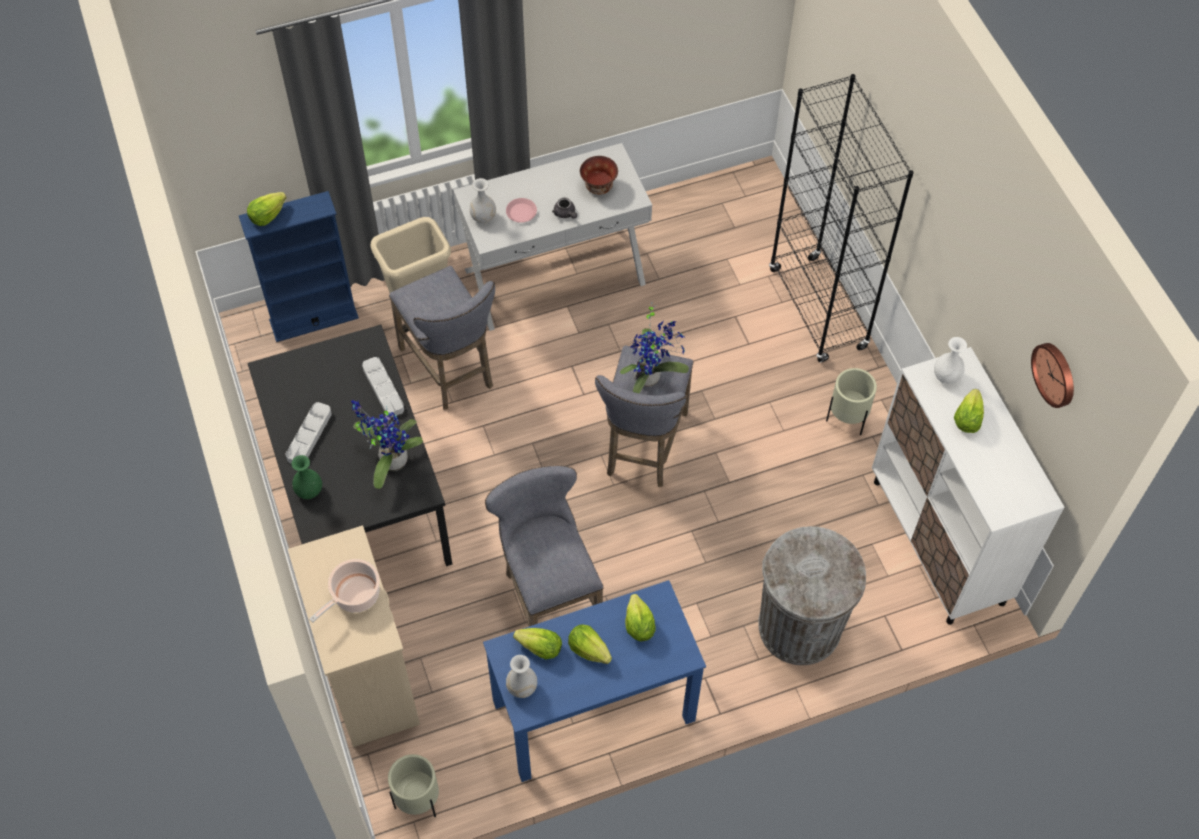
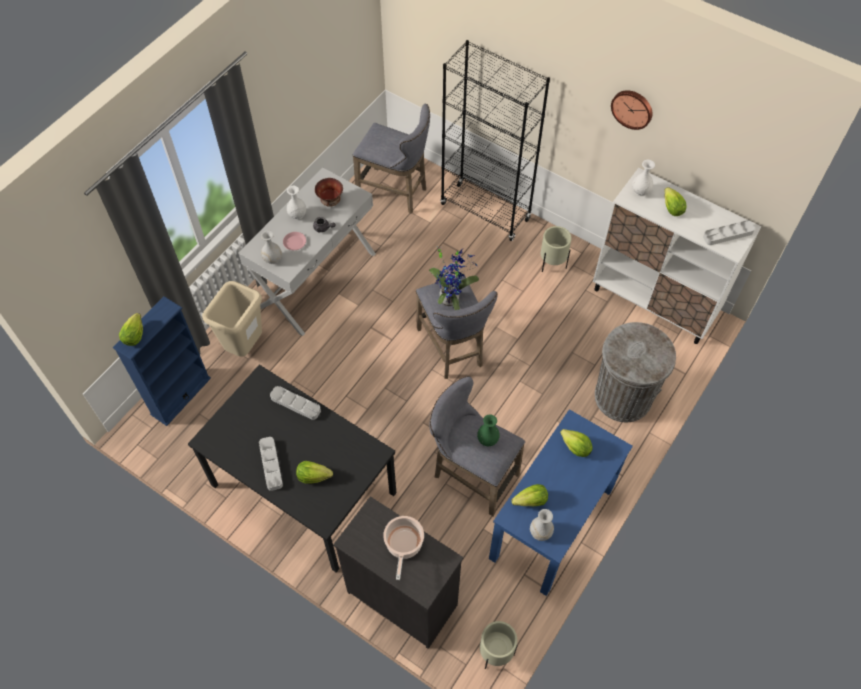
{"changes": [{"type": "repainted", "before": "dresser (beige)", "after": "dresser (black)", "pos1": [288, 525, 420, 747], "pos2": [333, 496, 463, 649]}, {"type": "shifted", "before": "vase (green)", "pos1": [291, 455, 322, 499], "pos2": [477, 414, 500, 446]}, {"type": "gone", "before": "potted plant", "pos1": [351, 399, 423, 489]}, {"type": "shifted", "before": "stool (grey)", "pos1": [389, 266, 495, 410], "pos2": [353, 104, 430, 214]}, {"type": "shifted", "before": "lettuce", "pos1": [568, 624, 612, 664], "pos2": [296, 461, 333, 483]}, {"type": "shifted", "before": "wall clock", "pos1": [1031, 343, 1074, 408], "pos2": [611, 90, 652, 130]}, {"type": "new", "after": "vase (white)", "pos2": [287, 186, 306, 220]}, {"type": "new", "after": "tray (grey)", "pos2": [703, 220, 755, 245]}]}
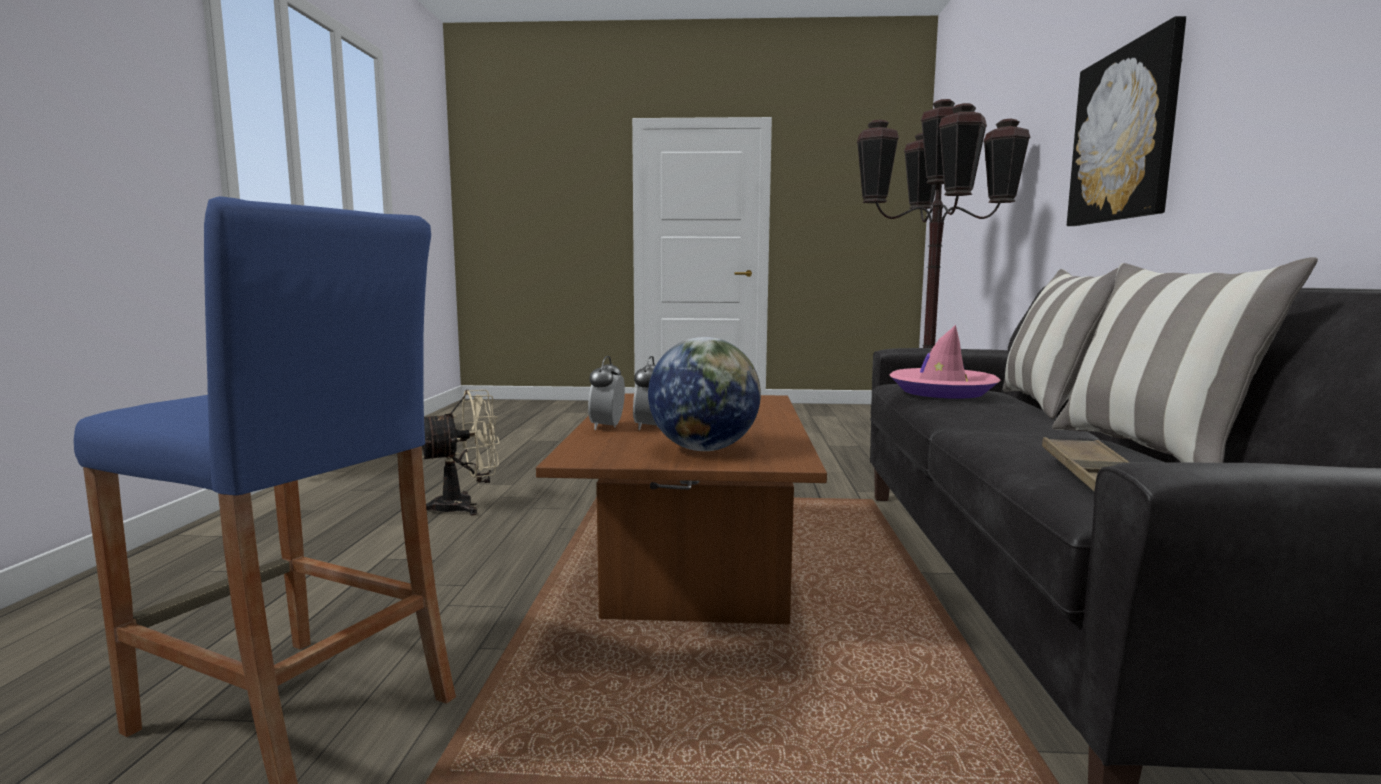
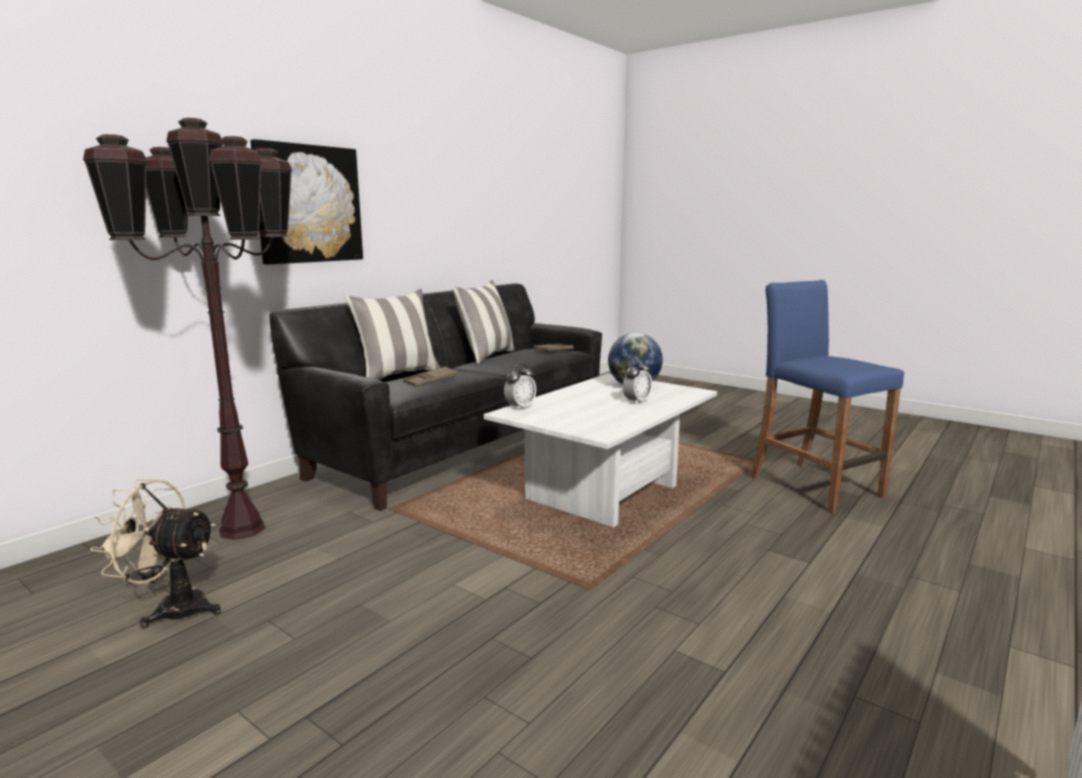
{"changes": [{"type": "shifted", "before": "fan (beige)", "pos1": [422, 390, 500, 515], "pos2": [90, 479, 221, 628]}, {"type": "repainted", "before": "coffee table (brown)", "after": "coffee table (white)", "pos1": [536, 393, 827, 624], "pos2": [484, 373, 717, 527]}, {"type": "shifted", "before": "alarm clock", "pos1": [588, 356, 625, 430], "pos2": [504, 364, 536, 411]}, {"type": "swapped", "before": "hat (pink)", "after": "tray (brown)", "pos1": [889, 325, 1001, 399], "pos2": [403, 367, 458, 386]}]}
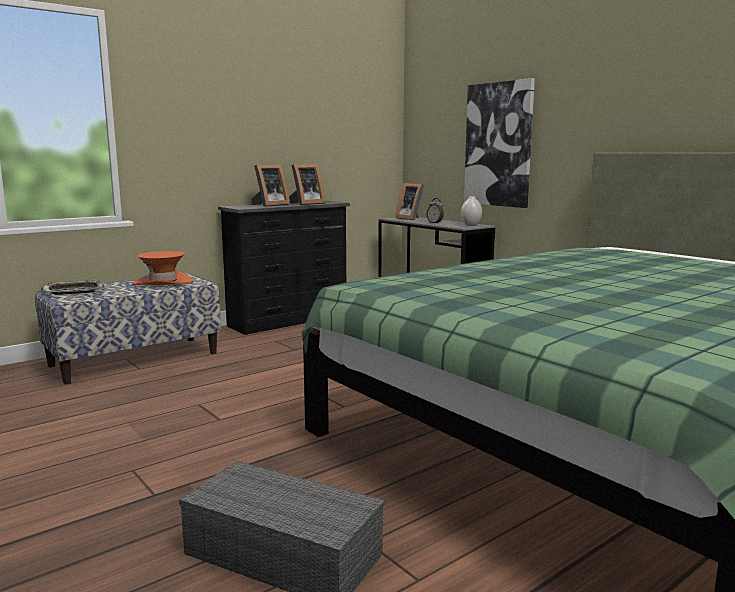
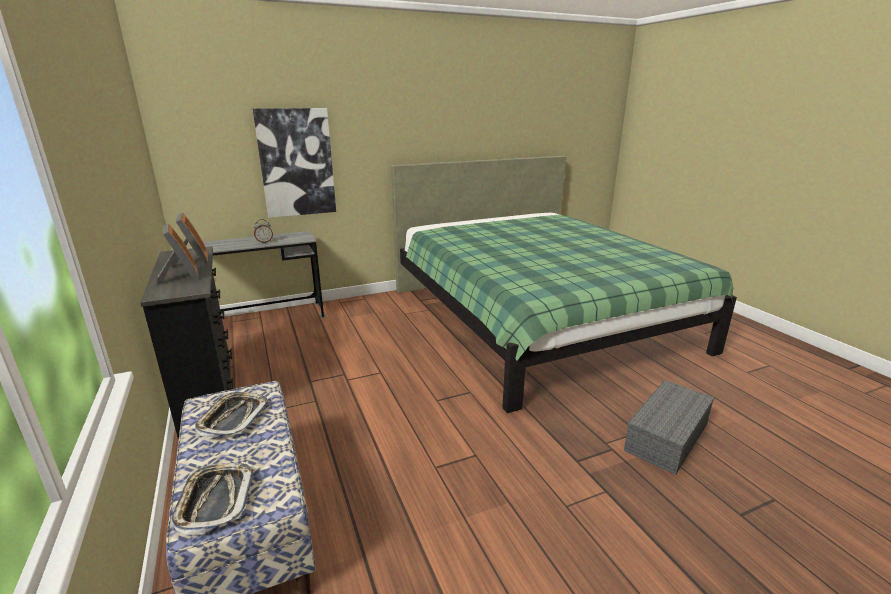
{"changes": [{"type": "swapped", "before": "hat (orange)", "after": "tray", "pos1": [132, 251, 193, 285], "pos2": [195, 392, 268, 438]}, {"type": "gone", "before": "picture frame", "pos1": [395, 183, 424, 220]}, {"type": "gone", "before": "vase (white)", "pos1": [461, 197, 482, 226]}]}
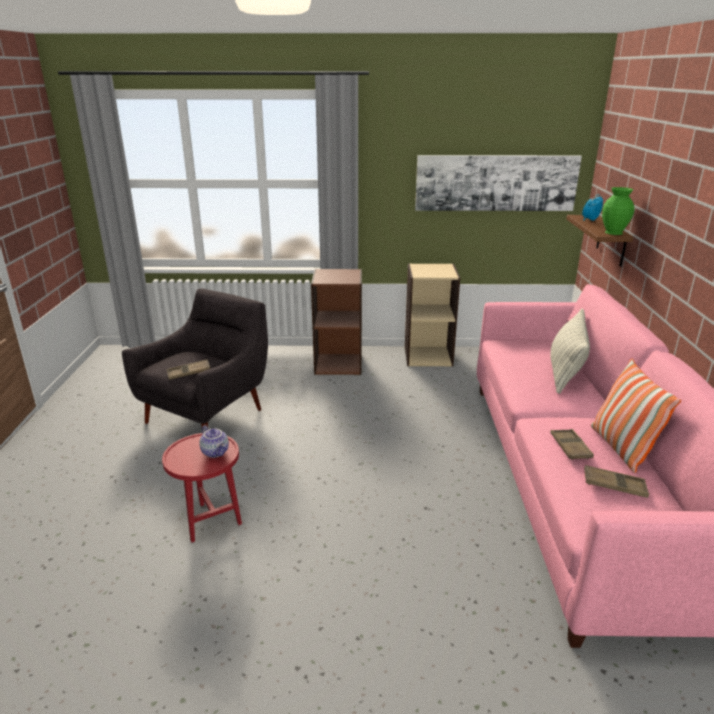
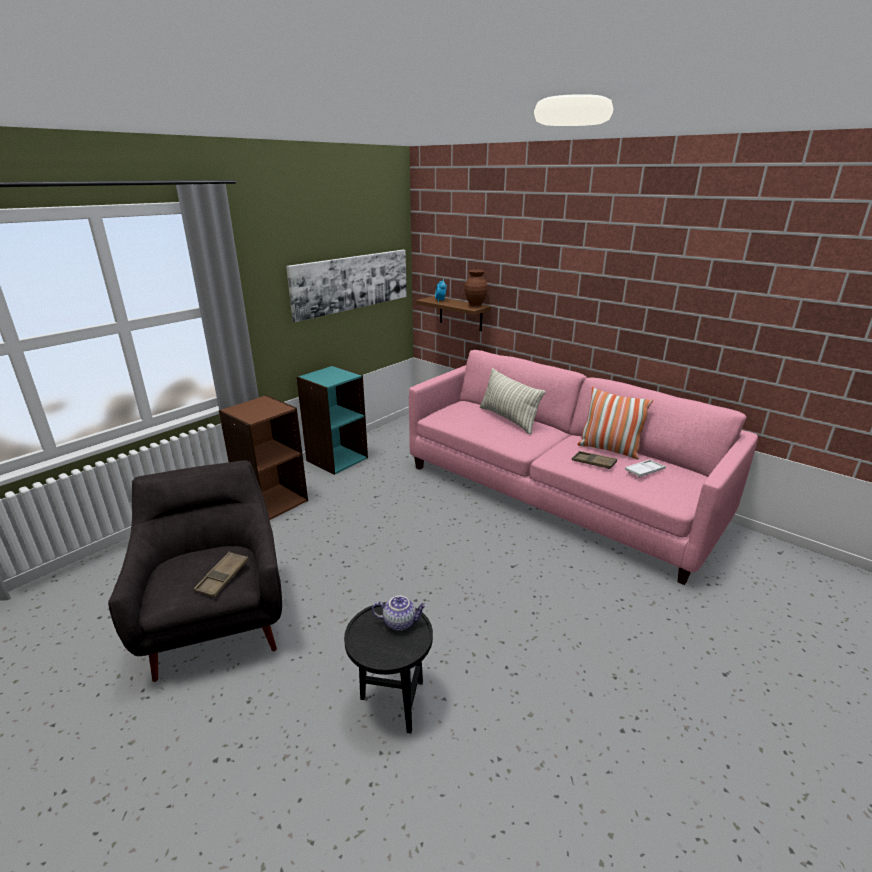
{"changes": [{"type": "repainted", "before": "side table (red)", "after": "side table (black)", "pos1": [162, 433, 242, 543], "pos2": [344, 602, 433, 733]}, {"type": "repainted", "before": "bookcase (beige)", "after": "bookcase (turquoise)", "pos1": [405, 263, 460, 367], "pos2": [296, 365, 368, 475]}, {"type": "repainted", "before": "tray (brown)", "after": "tray (white)", "pos1": [584, 465, 649, 498], "pos2": [625, 459, 666, 477]}, {"type": "repainted", "before": "vase (green)", "after": "vase (brown)", "pos1": [602, 187, 635, 235], "pos2": [464, 270, 488, 308]}]}
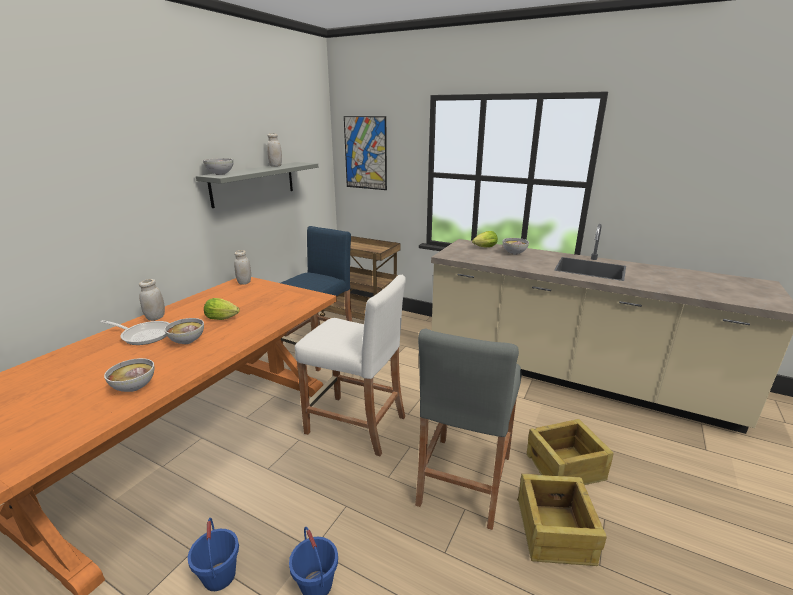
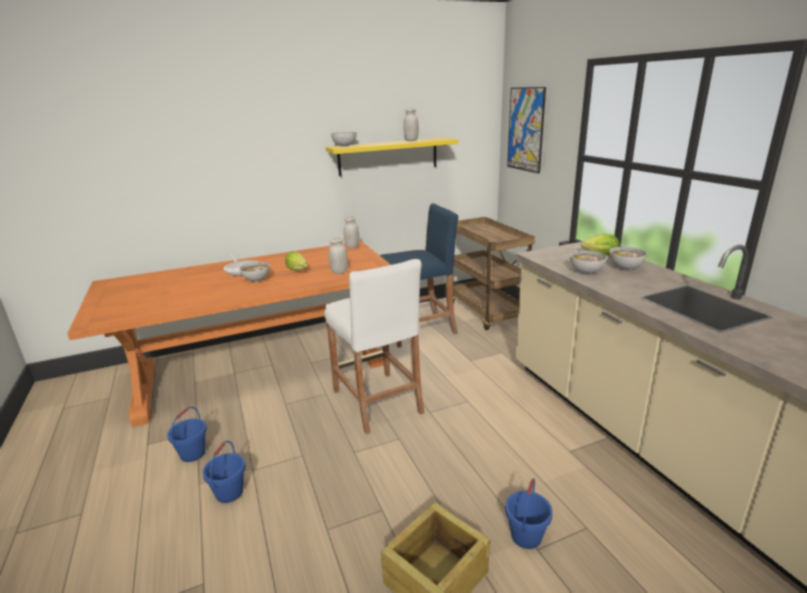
{"changes": [{"type": "shifted", "before": "bowl", "pos1": [104, 358, 154, 392], "pos2": [570, 250, 607, 274]}, {"type": "shifted", "before": "jar (white)", "pos1": [139, 279, 165, 321], "pos2": [329, 237, 348, 274]}, {"type": "repainted", "before": "shelf (grey)", "after": "shelf (yellow)", "pos1": [196, 162, 318, 208], "pos2": [326, 137, 458, 176]}, {"type": "gone", "before": "stool (grey)", "pos1": [415, 328, 521, 530]}, {"type": "swapped", "before": "crate", "after": "bucket (blue)", "pos1": [527, 419, 614, 485], "pos2": [505, 478, 553, 549]}]}
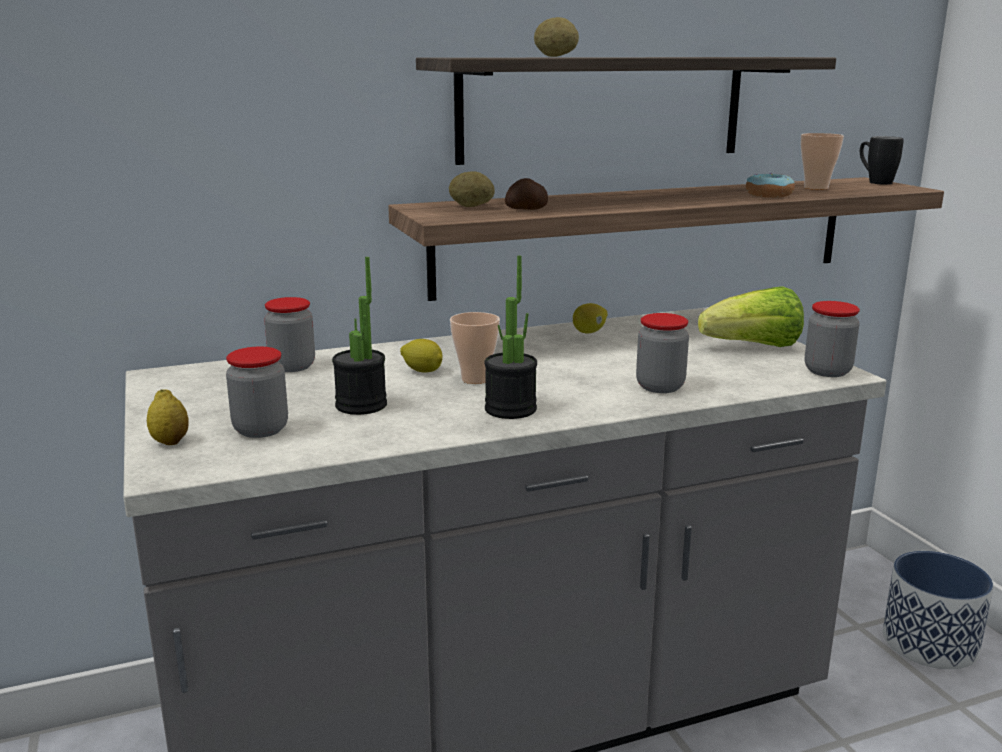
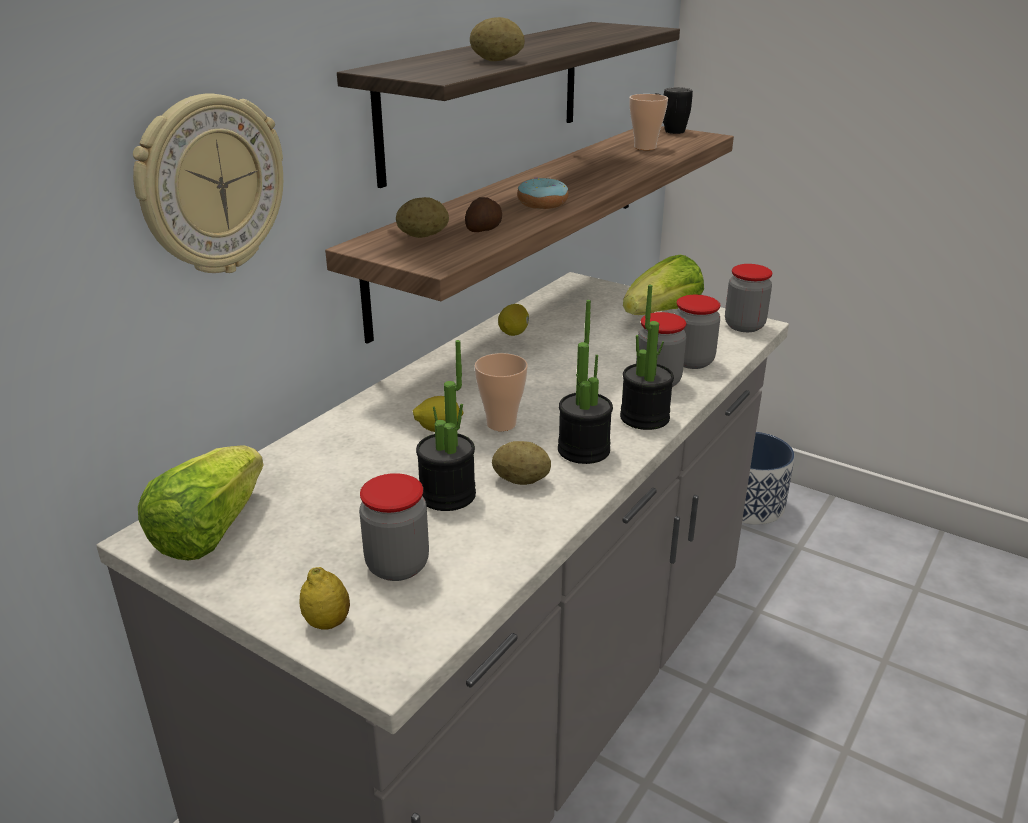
{"changes": [{"type": "shifted", "before": "jar", "pos1": [264, 297, 315, 372], "pos2": [674, 295, 720, 369]}, {"type": "shifted", "before": "donut", "pos1": [746, 173, 795, 198], "pos2": [517, 178, 568, 209]}, {"type": "new", "after": "wall clock", "pos2": [133, 94, 283, 273]}, {"type": "new", "after": "lettuce", "pos2": [138, 445, 264, 560]}, {"type": "new", "after": "potato", "pos2": [492, 441, 551, 485]}, {"type": "new", "after": "potted plant", "pos2": [620, 285, 674, 430]}]}
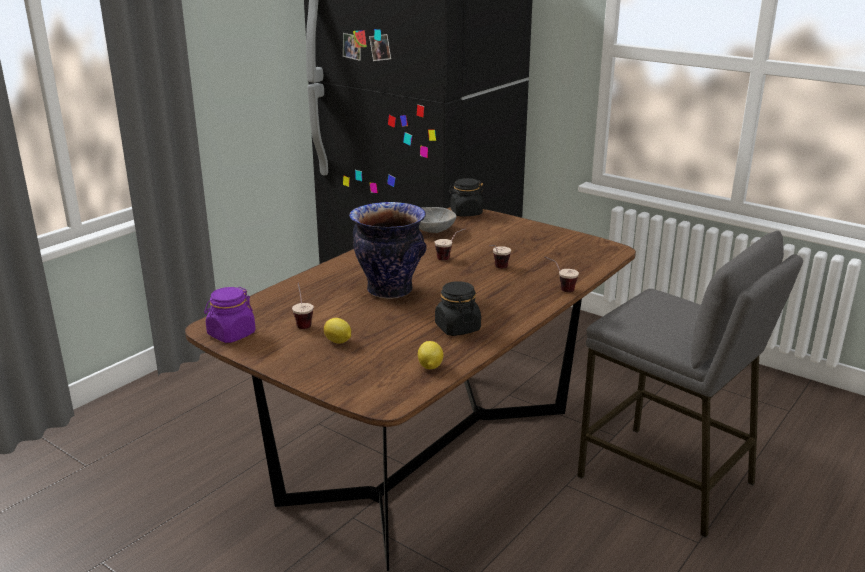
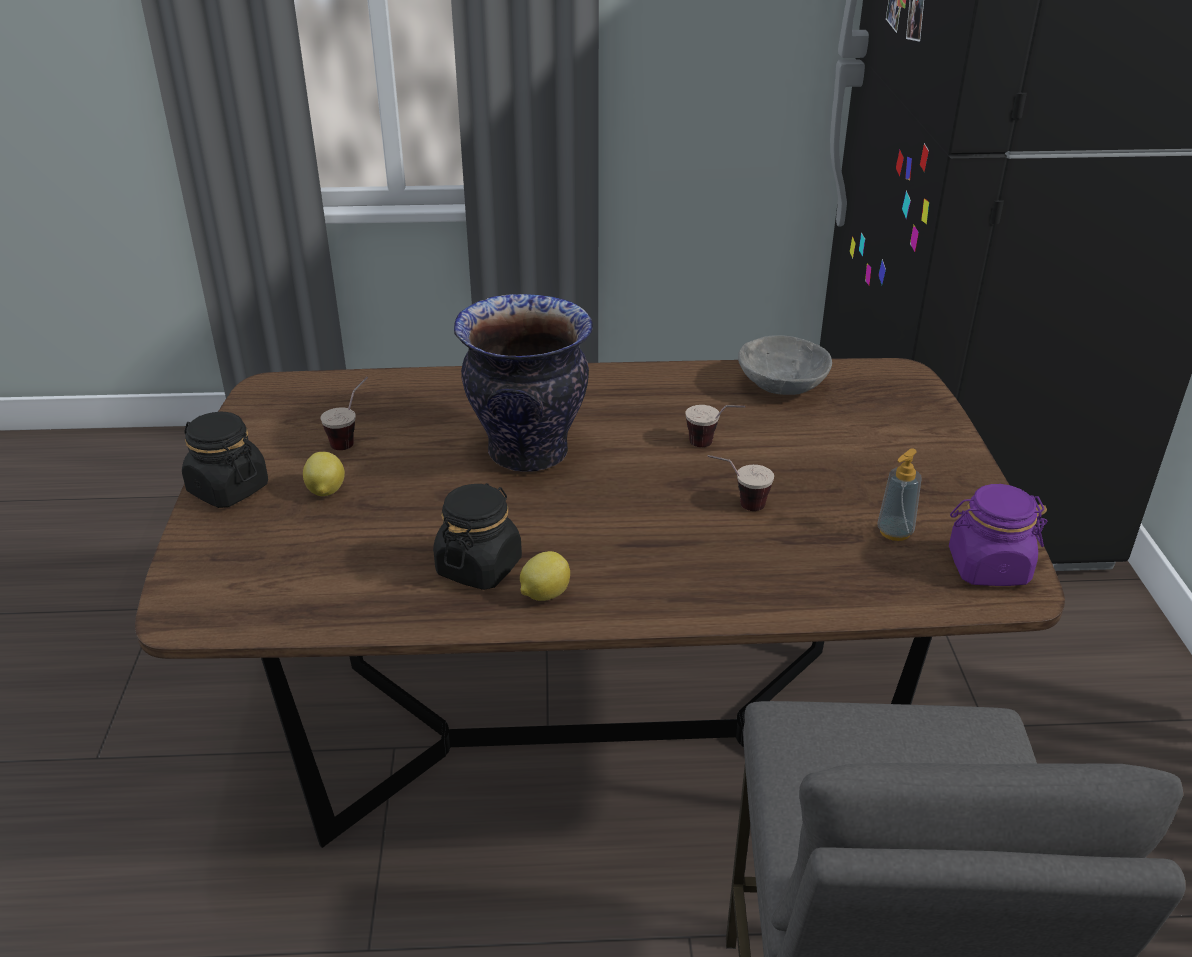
{"changes": [{"type": "shifted", "before": "jar (purple)", "pos1": [204, 287, 256, 343], "pos2": [949, 484, 1047, 586]}, {"type": "shifted", "before": "lemon", "pos1": [418, 341, 443, 369], "pos2": [520, 551, 570, 601]}, {"type": "shifted", "before": "jar (black)", "pos1": [448, 178, 485, 216], "pos2": [182, 412, 268, 508]}, {"type": "gone", "before": "cup", "pos1": [544, 256, 579, 292]}, {"type": "new", "after": "soap dispenser", "pos2": [878, 449, 921, 541]}]}
